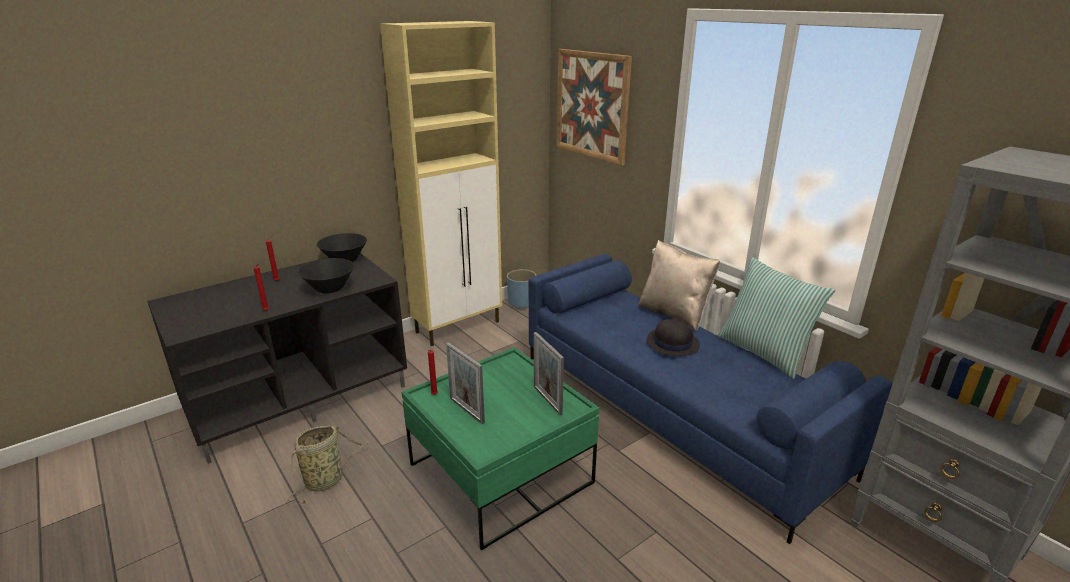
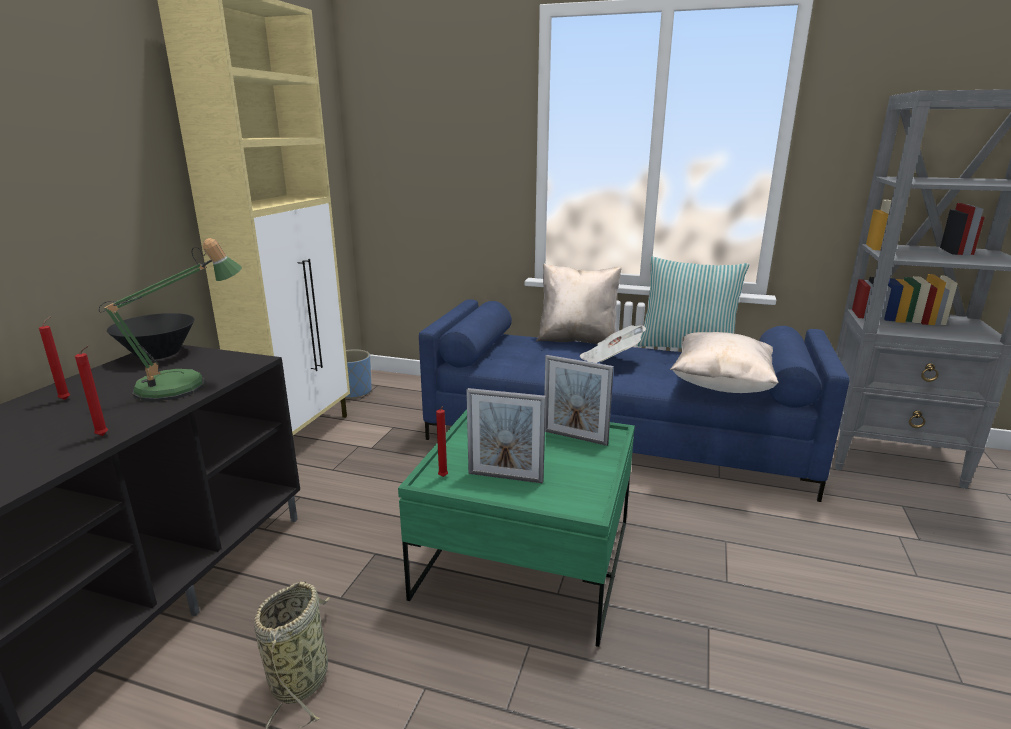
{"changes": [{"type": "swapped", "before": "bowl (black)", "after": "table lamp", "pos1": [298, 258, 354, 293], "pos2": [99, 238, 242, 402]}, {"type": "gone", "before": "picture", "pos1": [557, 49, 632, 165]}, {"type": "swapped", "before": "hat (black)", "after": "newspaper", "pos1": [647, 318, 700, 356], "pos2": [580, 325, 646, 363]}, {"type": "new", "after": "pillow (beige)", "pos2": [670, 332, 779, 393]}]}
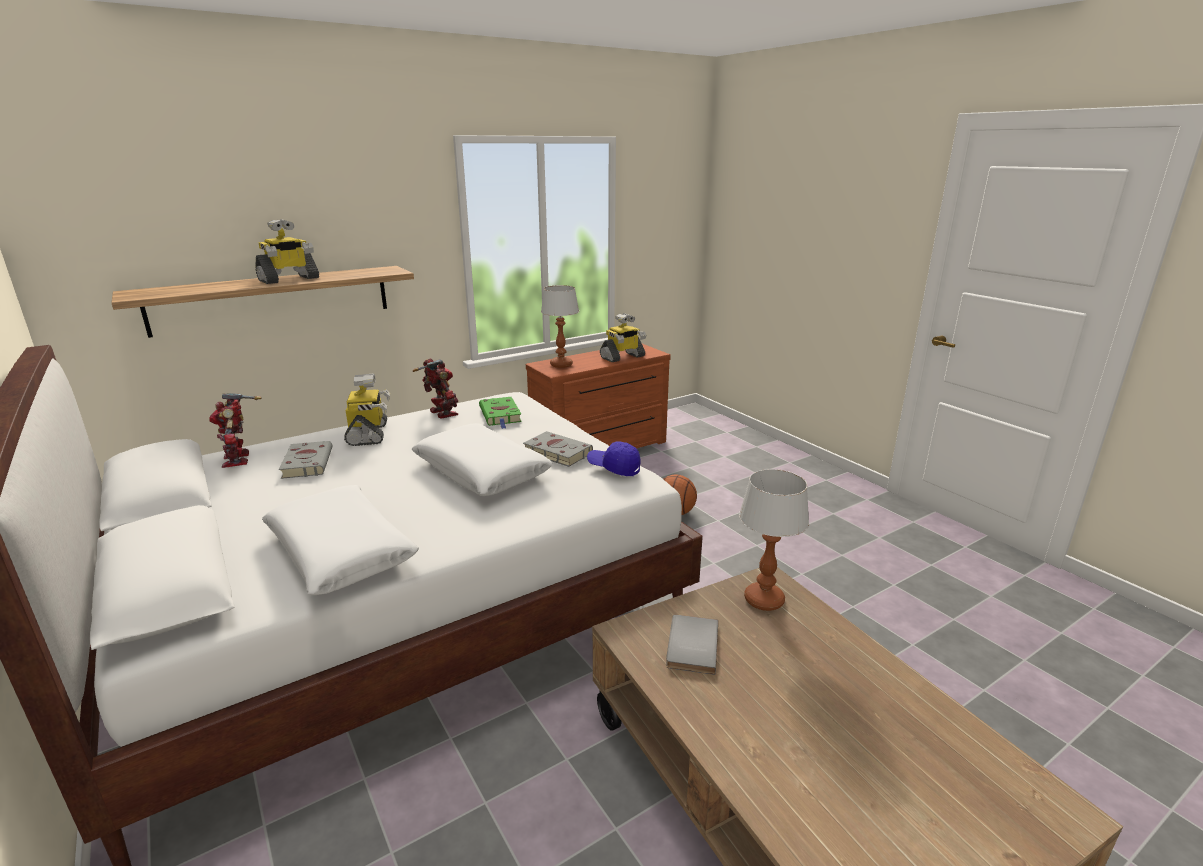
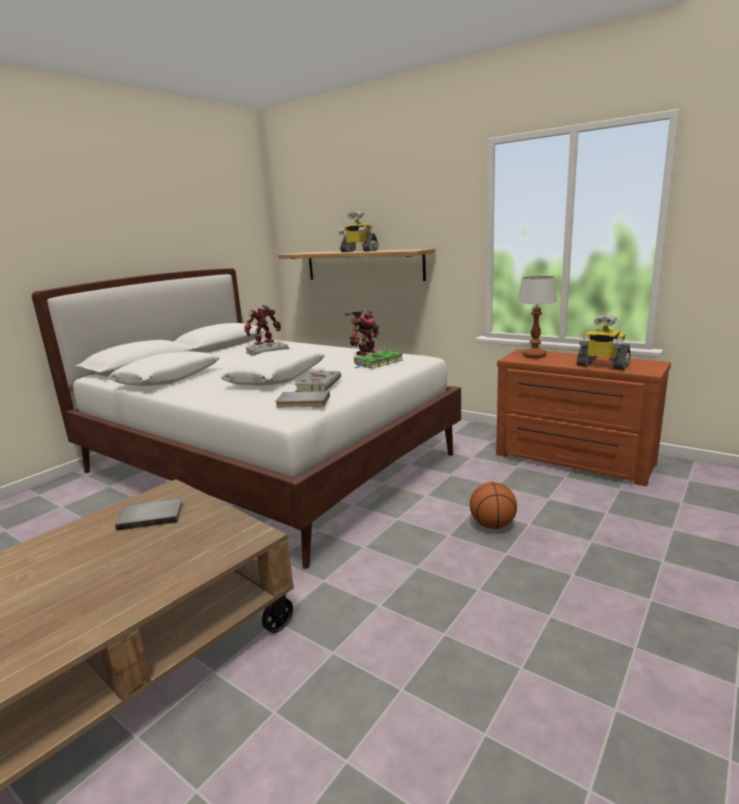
{"changes": [{"type": "gone", "before": "toy robot", "pos1": [344, 373, 390, 446]}, {"type": "swapped", "before": "cap (blue)", "after": "book (grey)", "pos1": [587, 442, 640, 476], "pos2": [275, 391, 330, 408]}, {"type": "gone", "before": "table lamp", "pos1": [739, 469, 809, 611]}]}
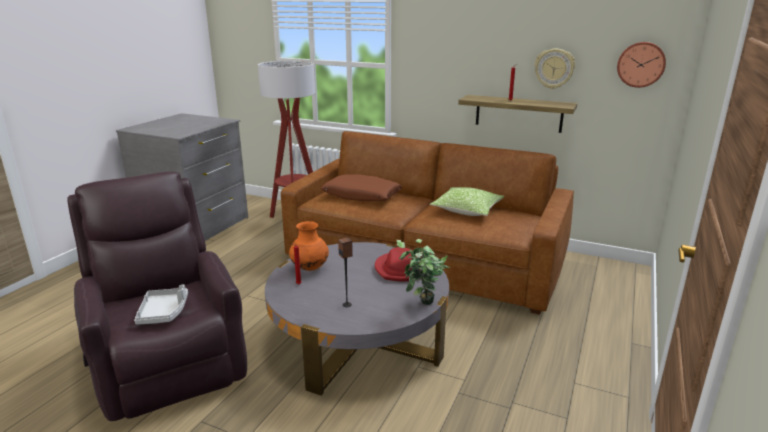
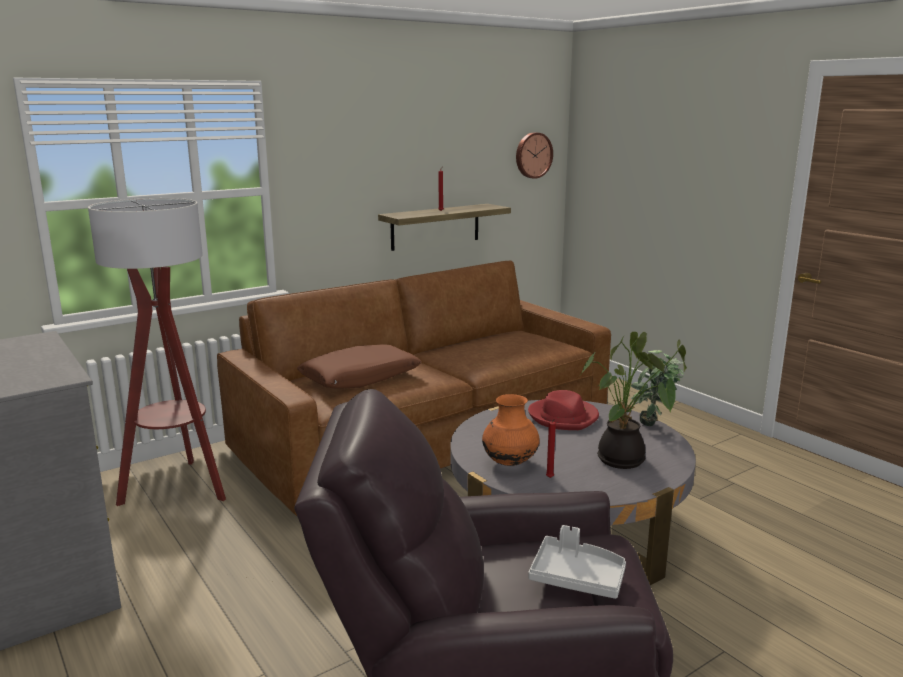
{"changes": [{"type": "swapped", "before": "speaker", "after": "potted plant", "pos1": [338, 237, 353, 307], "pos2": [581, 332, 687, 469]}, {"type": "gone", "before": "pillow", "pos1": [430, 187, 504, 216]}, {"type": "gone", "before": "wall clock", "pos1": [535, 49, 575, 89]}]}
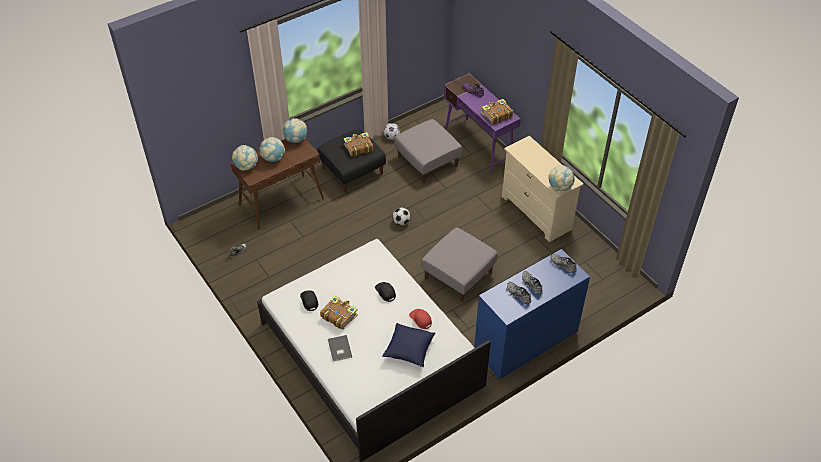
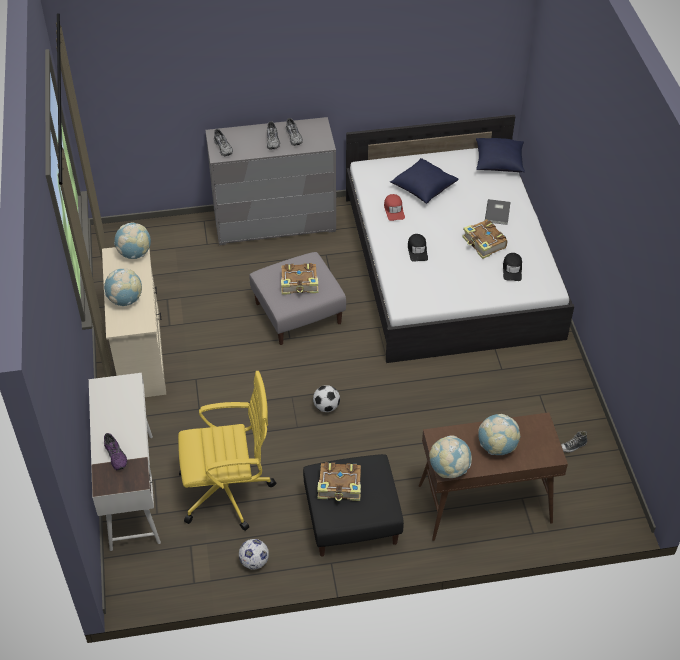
{"changes": [{"type": "shifted", "before": "globe", "pos1": [232, 145, 258, 171], "pos2": [104, 269, 142, 306]}, {"type": "swapped", "before": "ottoman (grey)", "after": "office chair (yellow)", "pos1": [394, 119, 462, 183], "pos2": [178, 371, 276, 531]}, {"type": "repainted", "before": "desk (purple)", "after": "desk (white)", "pos1": [444, 74, 521, 173], "pos2": [89, 373, 161, 551]}, {"type": "repainted", "before": "dresser (blue)", "after": "dresser (grey)", "pos1": [474, 249, 590, 379], "pos2": [205, 117, 336, 245]}, {"type": "shifted", "before": "book", "pos1": [481, 99, 513, 124], "pos2": [281, 263, 318, 295]}, {"type": "new", "after": "pillow (blue)", "pos2": [476, 138, 525, 172]}]}
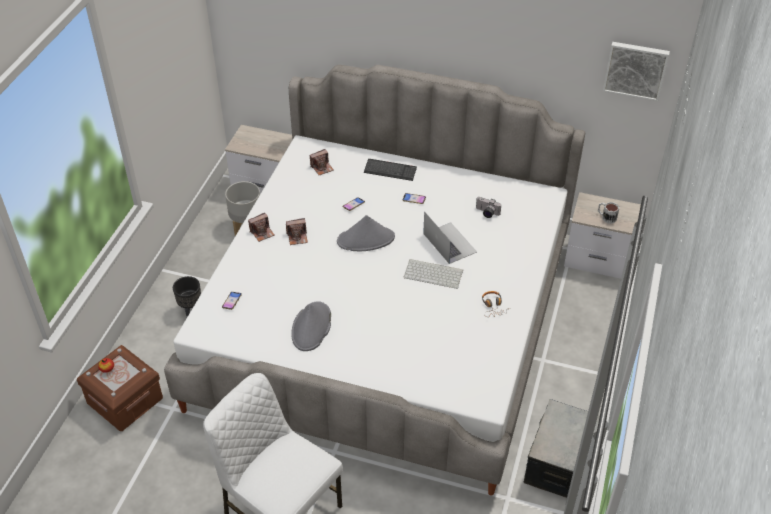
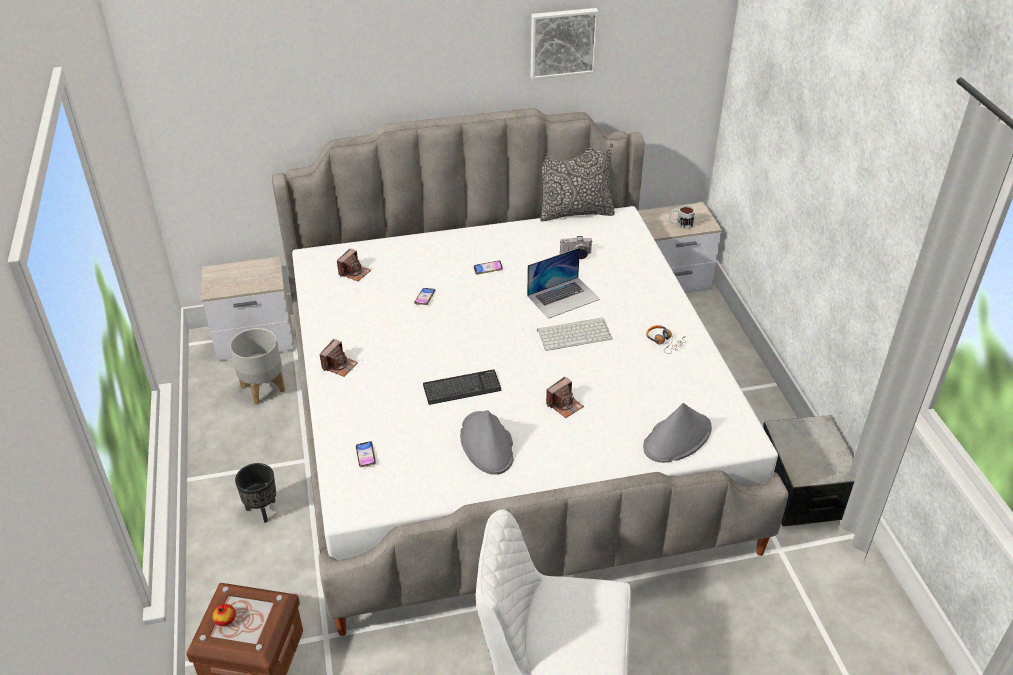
{"changes": [{"type": "shifted", "before": "photo camera", "pos1": [286, 218, 308, 245], "pos2": [546, 377, 584, 418]}, {"type": "shifted", "before": "hat (grey)", "pos1": [337, 215, 395, 251], "pos2": [643, 403, 712, 463]}, {"type": "shifted", "before": "keyboard", "pos1": [364, 159, 417, 181], "pos2": [423, 370, 502, 405]}, {"type": "rotated", "before": "laptop", "pos1": [423, 211, 477, 264], "pos2": [527, 248, 600, 319], "turn": 120}, {"type": "shifted", "before": "picture", "pos1": [603, 42, 670, 101], "pos2": [531, 8, 599, 80]}, {"type": "new", "after": "pillow", "pos2": [540, 143, 615, 221]}]}
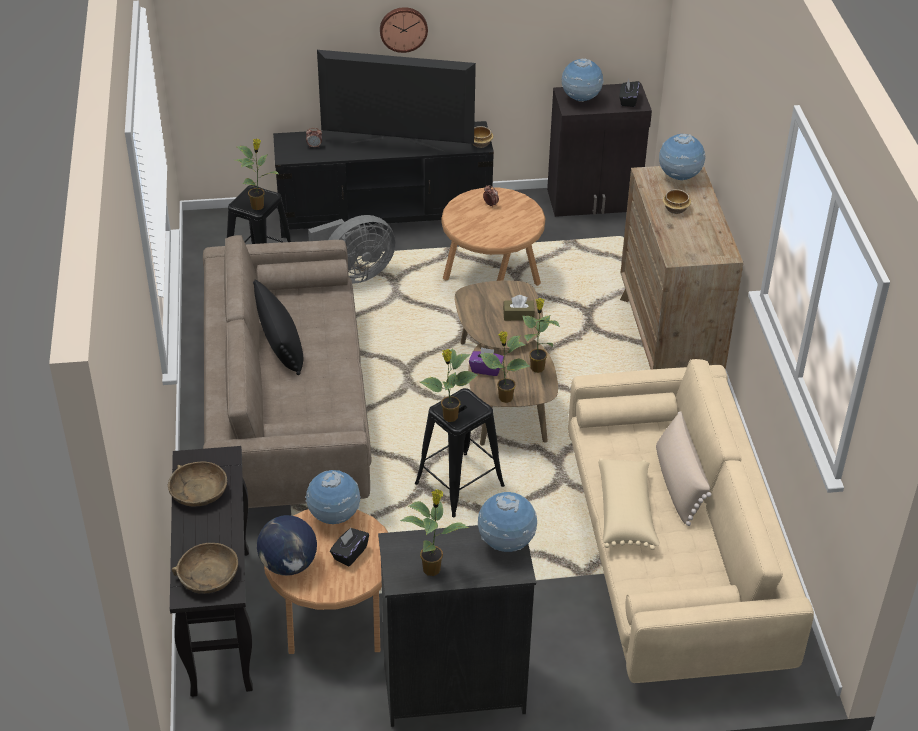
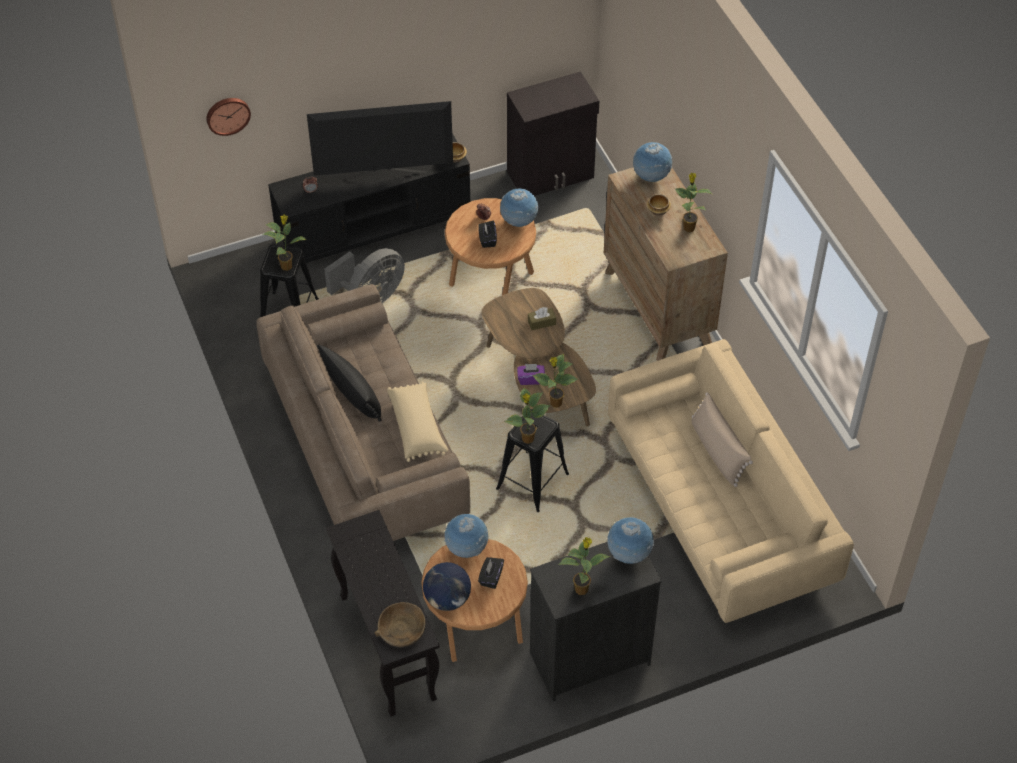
{"changes": [{"type": "gone", "before": "bowl (brown)", "pos1": [168, 461, 227, 506]}, {"type": "shifted", "before": "wall clock", "pos1": [380, 7, 428, 53], "pos2": [206, 98, 251, 136]}, {"type": "shifted", "before": "potted plant", "pos1": [522, 298, 560, 373], "pos2": [675, 173, 712, 232]}, {"type": "shifted", "before": "globe", "pos1": [562, 58, 604, 102], "pos2": [500, 188, 539, 227]}, {"type": "shifted", "before": "pillow (beige)", "pos1": [598, 458, 660, 550], "pos2": [387, 382, 448, 462]}, {"type": "shifted", "before": "tissue box (black)", "pos1": [619, 78, 640, 107], "pos2": [478, 221, 497, 248]}]}
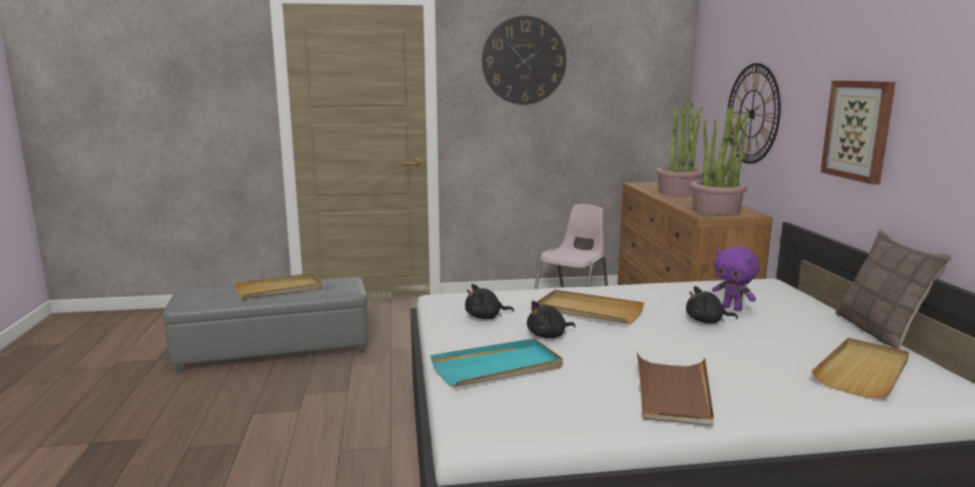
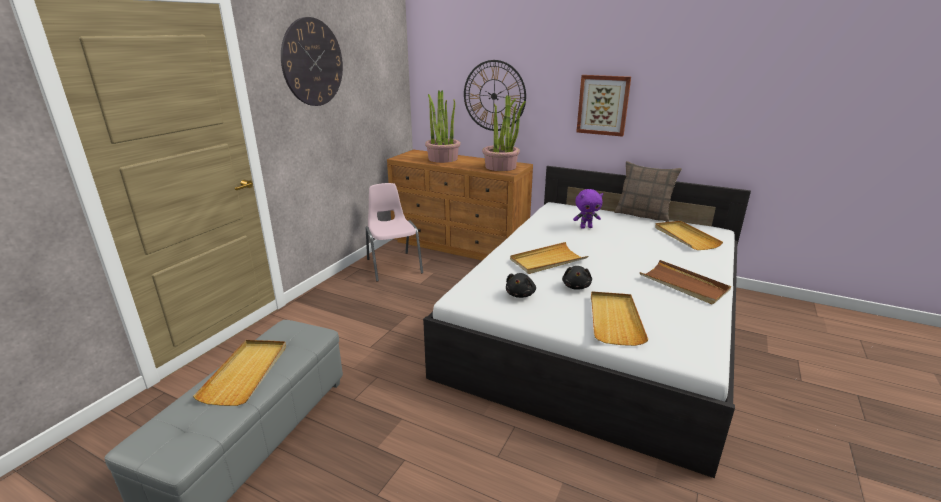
{"changes": [{"type": "repainted", "before": "tray (turquoise)", "after": "tray (beige)", "pos1": [430, 339, 563, 387], "pos2": [591, 291, 648, 346]}, {"type": "gone", "before": "plush toy (black)", "pos1": [686, 286, 738, 323]}]}
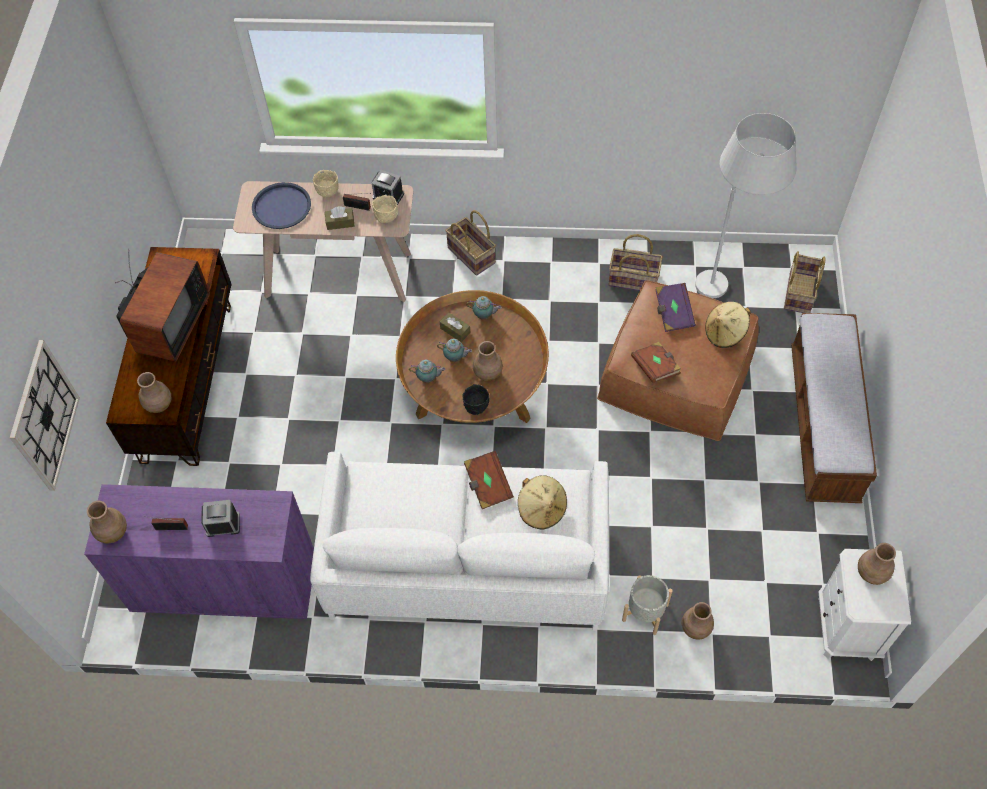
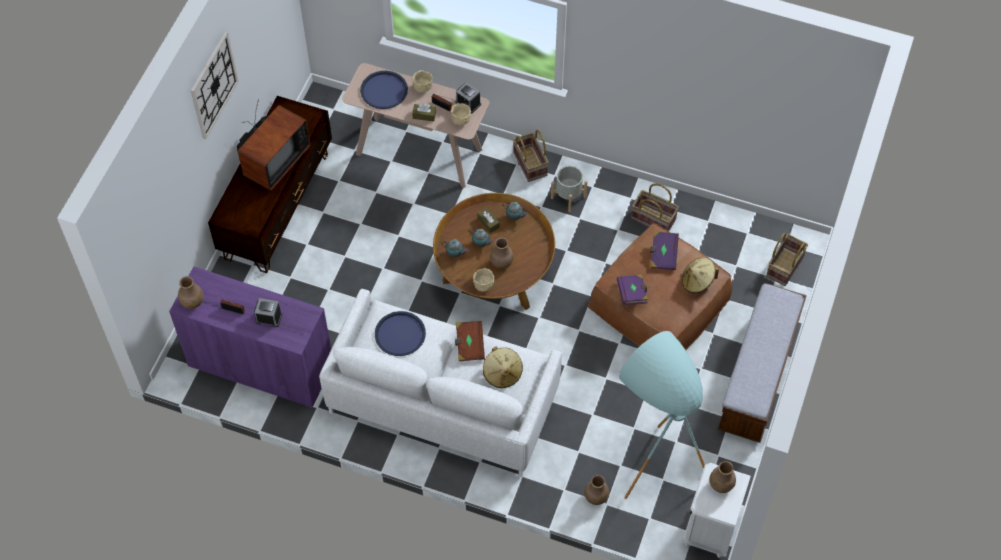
{"changes": [{"type": "shifted", "before": "wall clock", "pos1": [10, 340, 80, 491], "pos2": [191, 32, 239, 139]}, {"type": "gone", "before": "vase (brown)", "pos1": [137, 372, 171, 413]}, {"type": "repainted", "before": "bowl (black)", "after": "bowl (beige)", "pos1": [462, 384, 489, 415], "pos2": [473, 268, 494, 292]}, {"type": "shifted", "before": "planter (grey)", "pos1": [622, 575, 673, 635], "pos2": [551, 166, 587, 212]}, {"type": "repainted", "before": "book (brown)", "after": "book (purple)", "pos1": [631, 342, 681, 383], "pos2": [617, 274, 648, 305]}, {"type": "gone", "before": "floor lamp (white)", "pos1": [695, 113, 797, 298]}, {"type": "new", "after": "tray (blue)", "pos2": [375, 311, 426, 356]}, {"type": "new", "after": "floor lamp (turquoise)", "pos2": [619, 331, 705, 499]}]}
